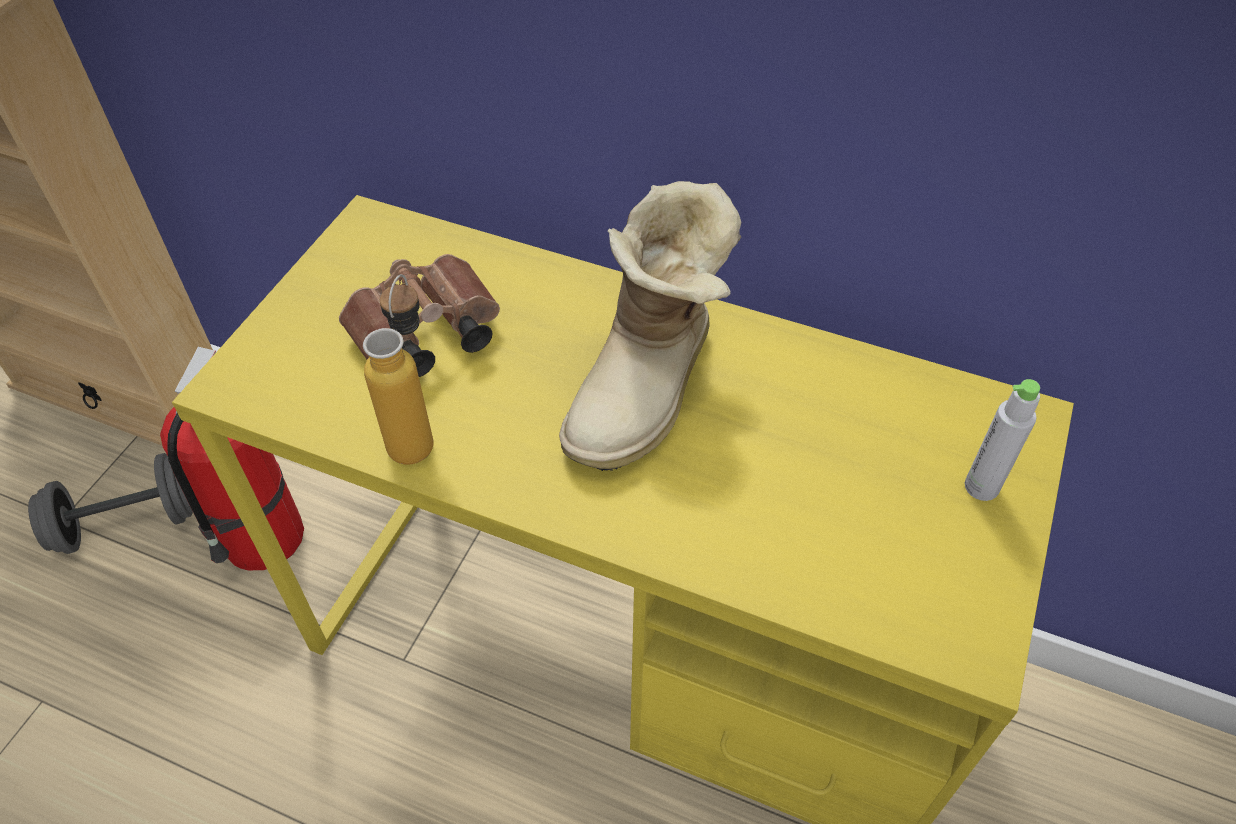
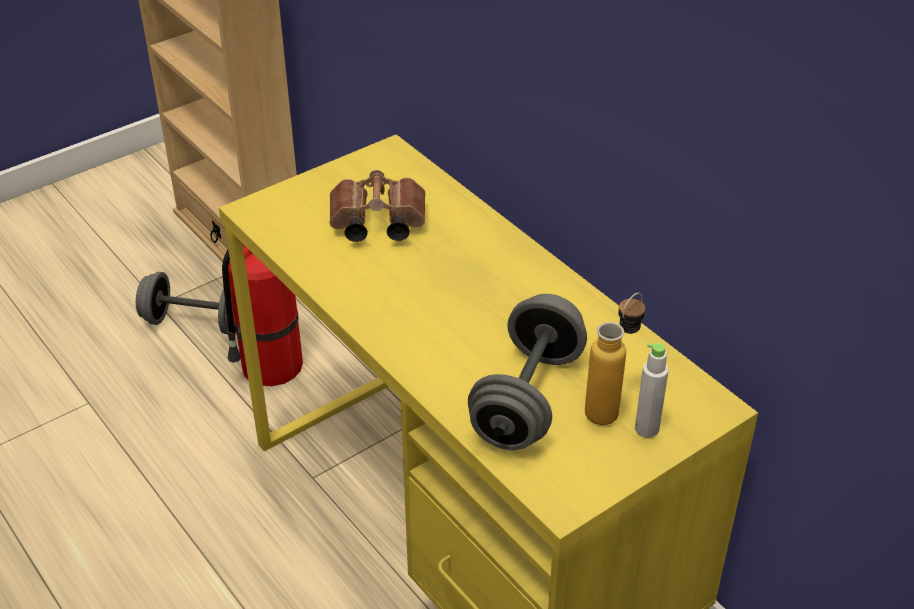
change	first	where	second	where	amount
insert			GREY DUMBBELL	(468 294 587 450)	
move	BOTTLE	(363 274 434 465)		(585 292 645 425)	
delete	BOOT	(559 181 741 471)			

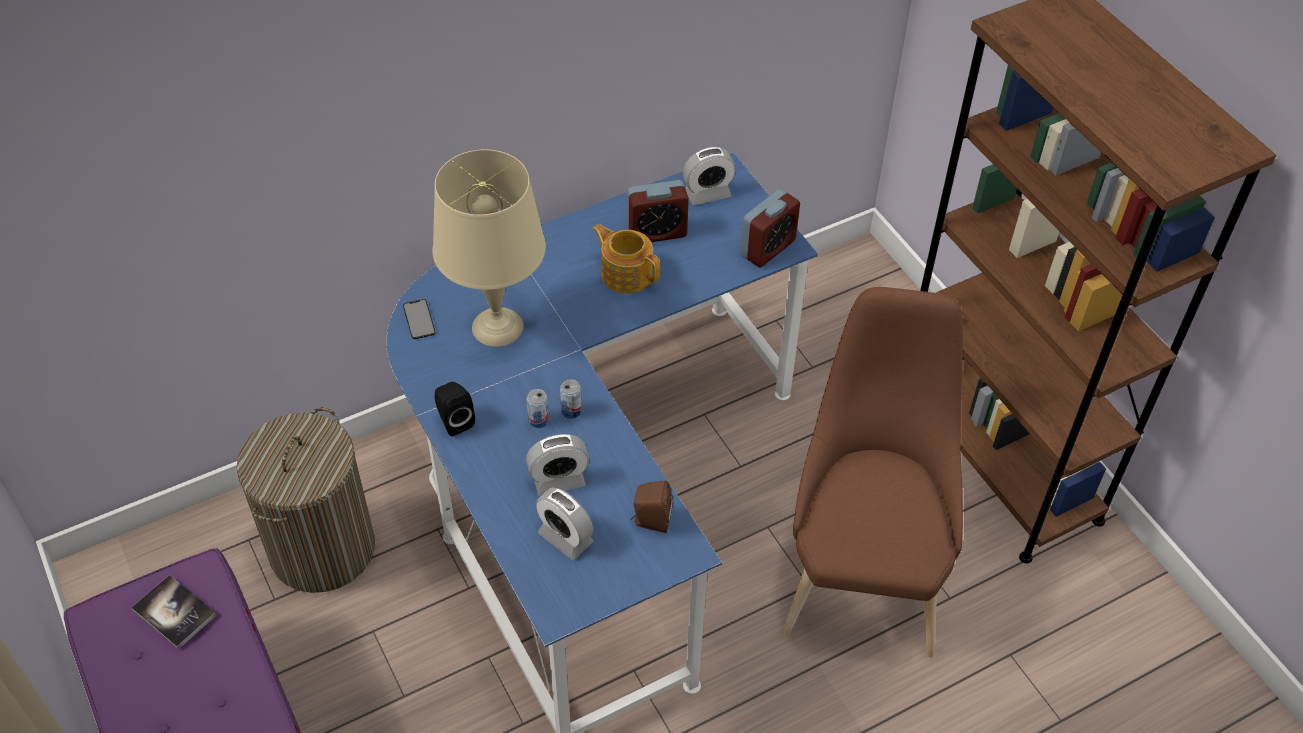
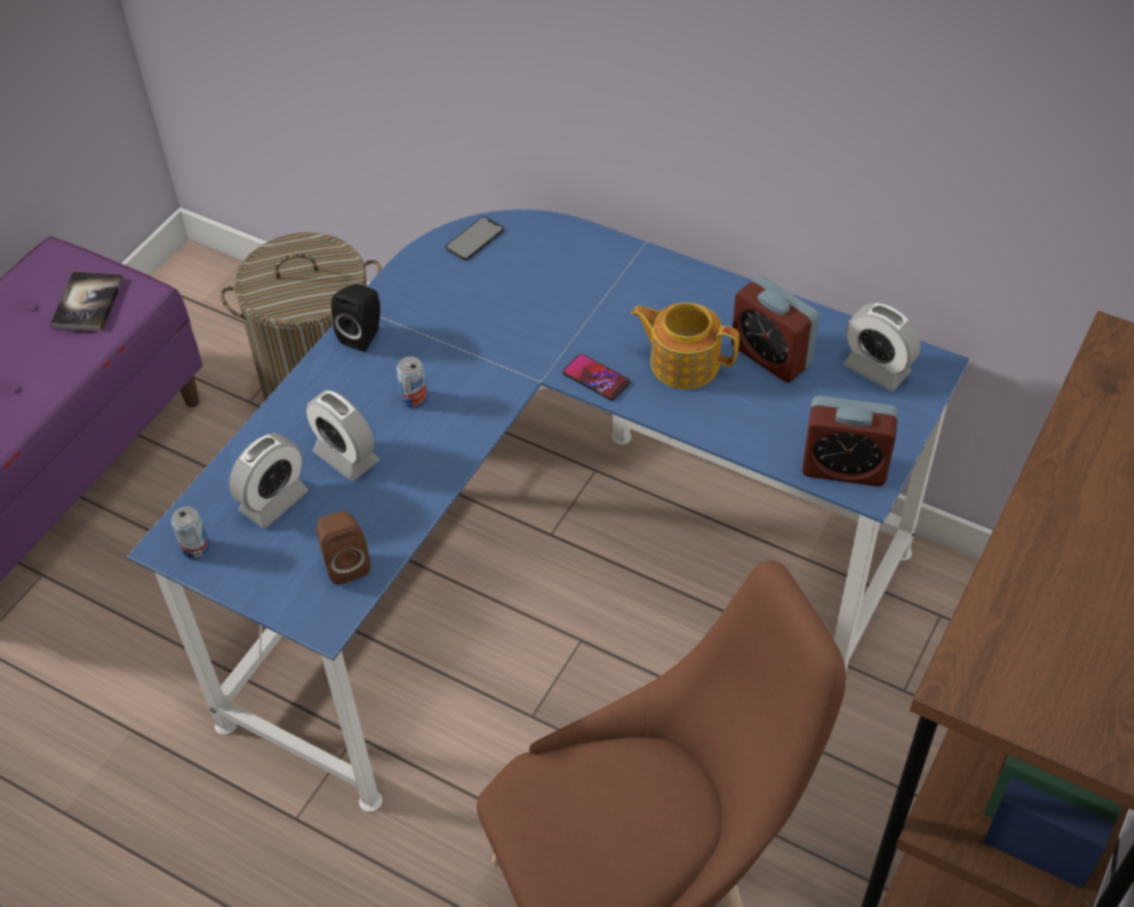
change	first	where	second	where	amount
move	CAN	(560 379 582 419)		(171 506 210 560)	
rotate	ALARM CLOCK	(536 488 593 560)		(229 433 308 528)	150 degrees counterclockwise
insert			PHONE	(563 354 630 401)	
rotate	TEAPOT	(593 224 660 294)		(631 303 739 389)	75 degrees counterclockwise
delete	BEIGE TABLE LAMP	(432 149 546 347)			

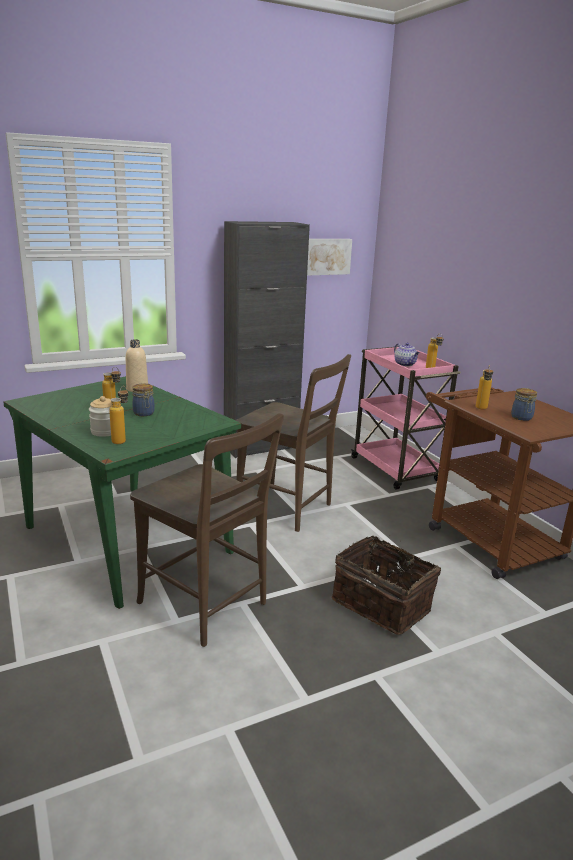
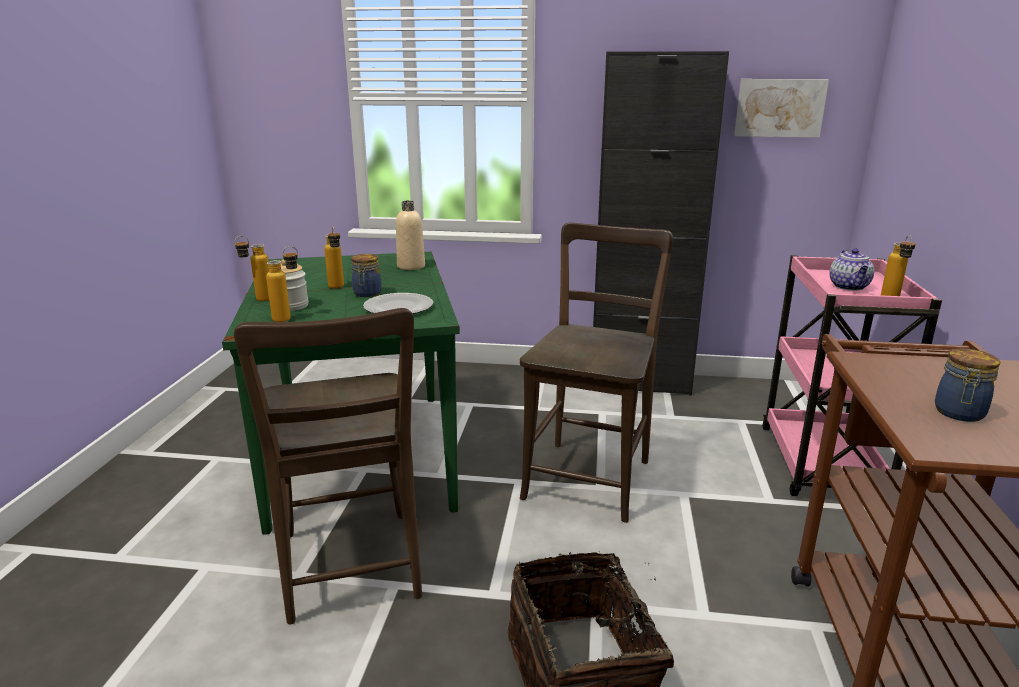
change	first	where	second	where	amount
move	BOTTLE	(476 365 493 410)		(234 236 269 301)	
insert			PLATE	(363 293 434 314)	
rotate	BROWN CHAIR	(236 354 351 532)		(520 223 673 523)	135 degrees counterclockwise

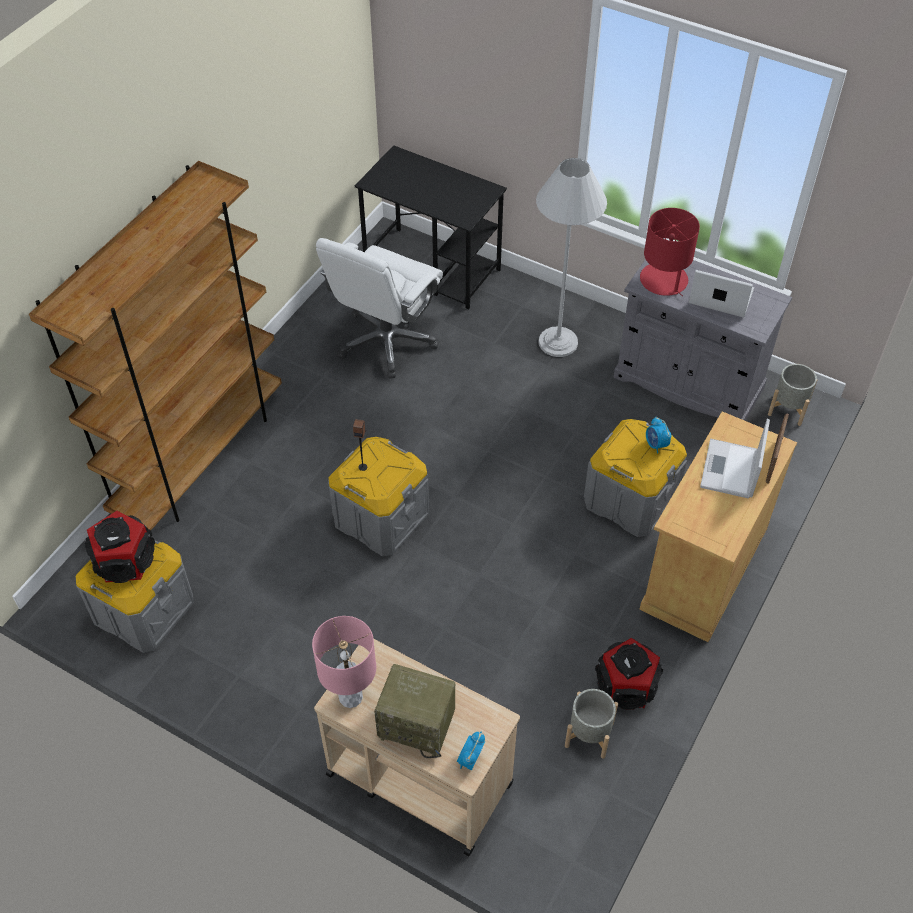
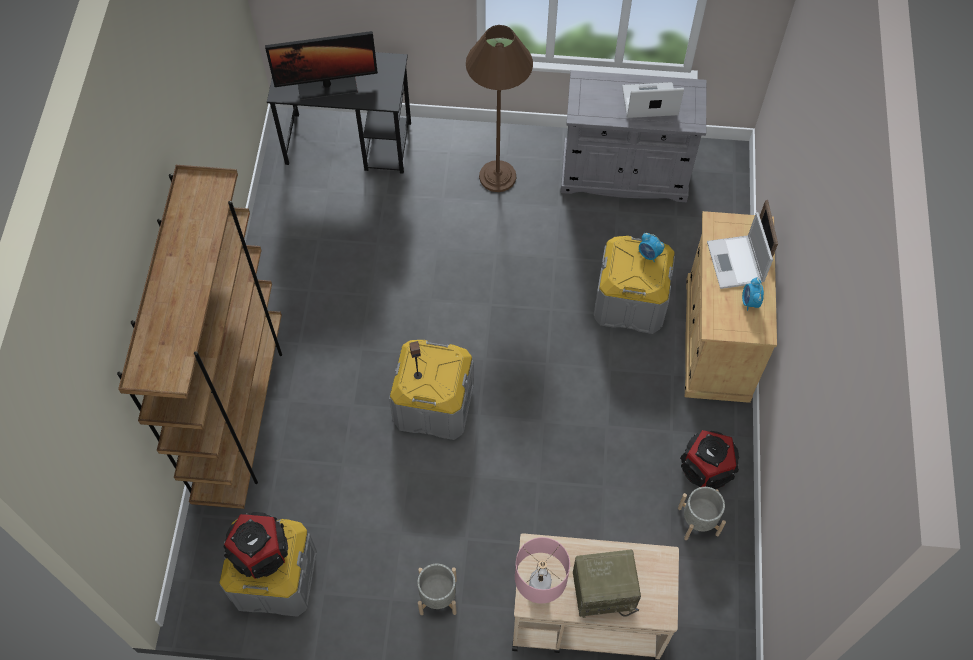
change	first	where	second	where	amount
insert			MONITOR	(265 31 378 100)	
move	GREY PLANTER	(768 364 817 426)		(417 564 457 615)	
recolor	WHITE FLOOR LAMP	(536 158 607 357)	BROWN FLOOR LAMP	(466 25 533 192)	
move	ALARM CLOCK	(457 732 485 771)		(742 277 764 311)	
delete	WHITE OFFICE CHAIR	(316 238 443 379)			
delete	RED TABLE LAMP	(640 208 700 296)			

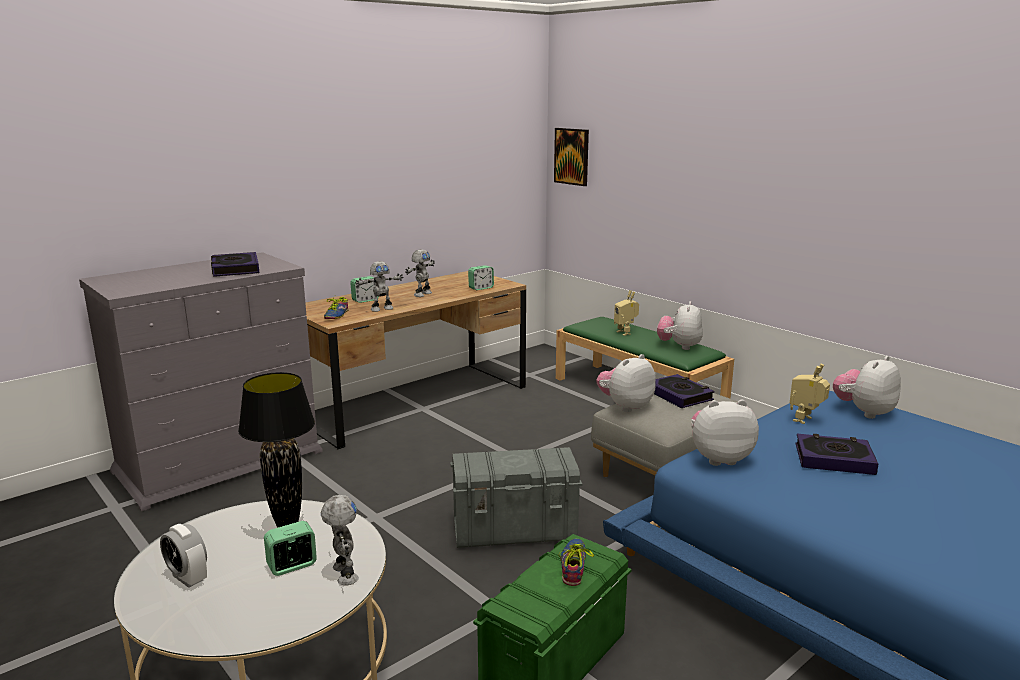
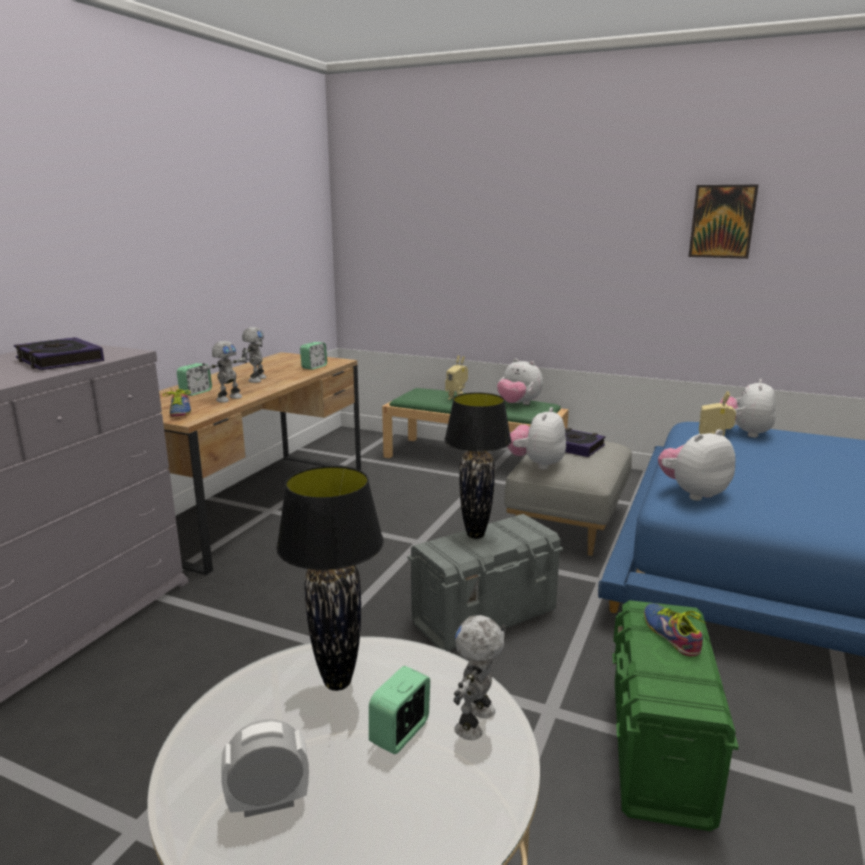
change	first	where	second	where	amount
rotate	ALARM CLOCK	(160 524 207 588)		(222 719 309 817)	150 degrees clockwise
insert			BLACK TABLE LAMP	(444 393 511 539)	
rotate	TOY ROBOT	(321 495 359 585)		(453 615 506 740)	105 degrees counterclockwise
rotate	PLUSH TOY	(657 301 703 350)		(497 359 543 405)	45 degrees counterclockwise
move	PICTURE	(554 128 589 186)		(688 185 759 259)	
delete	BOOK	(796 434 878 475)			

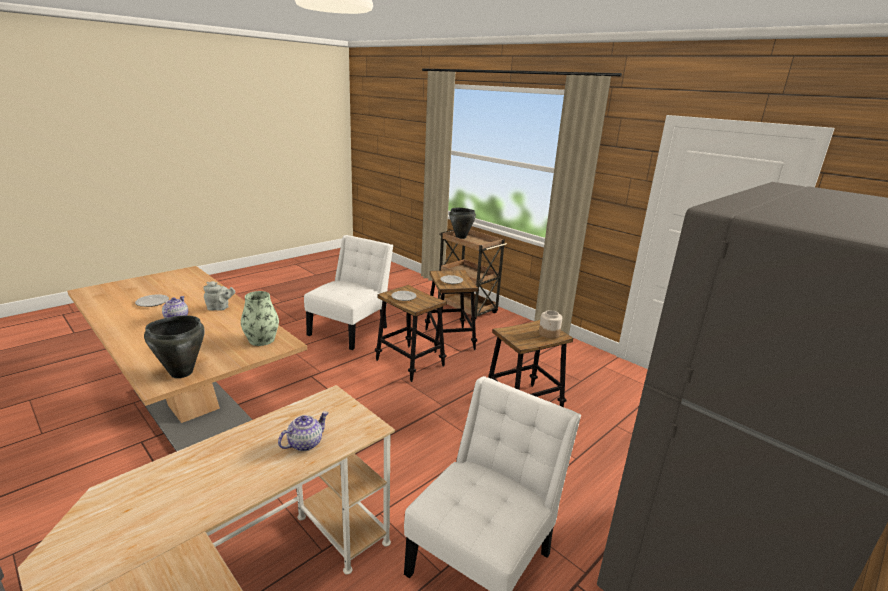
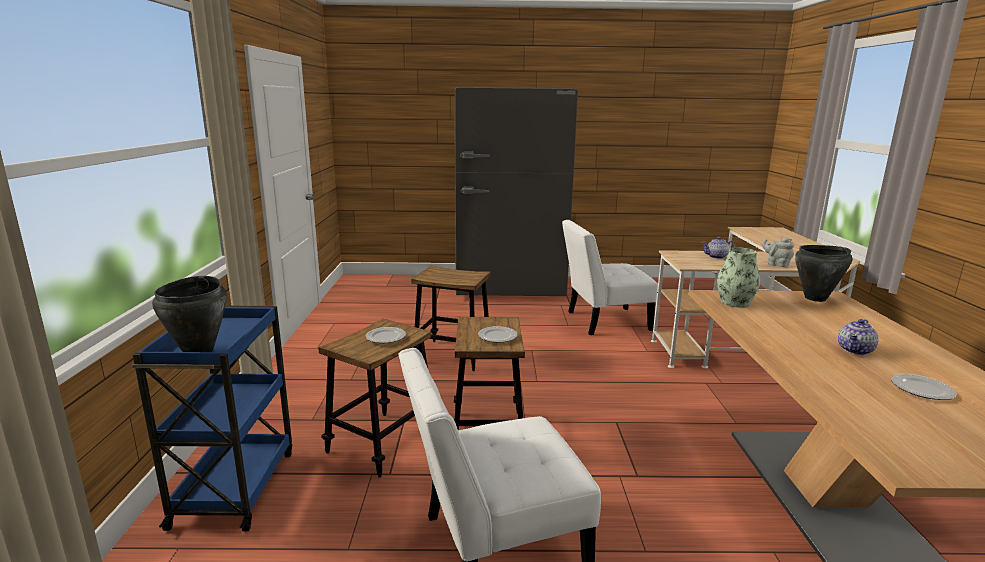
change	first	where	second	where	amount
recolor	BROWN CART	(438 229 507 321)	BLUE CART	(132 305 292 531)	
move	GREY TEAPOT	(203 281 235 311)		(762 237 794 267)	
delete	JAR	(539 310 562 338)			

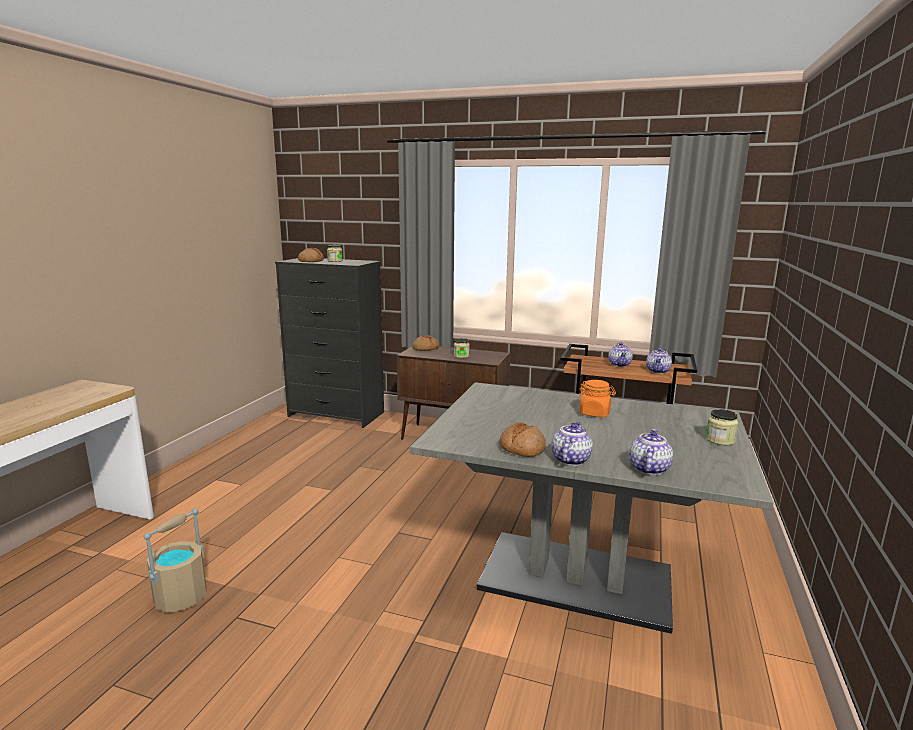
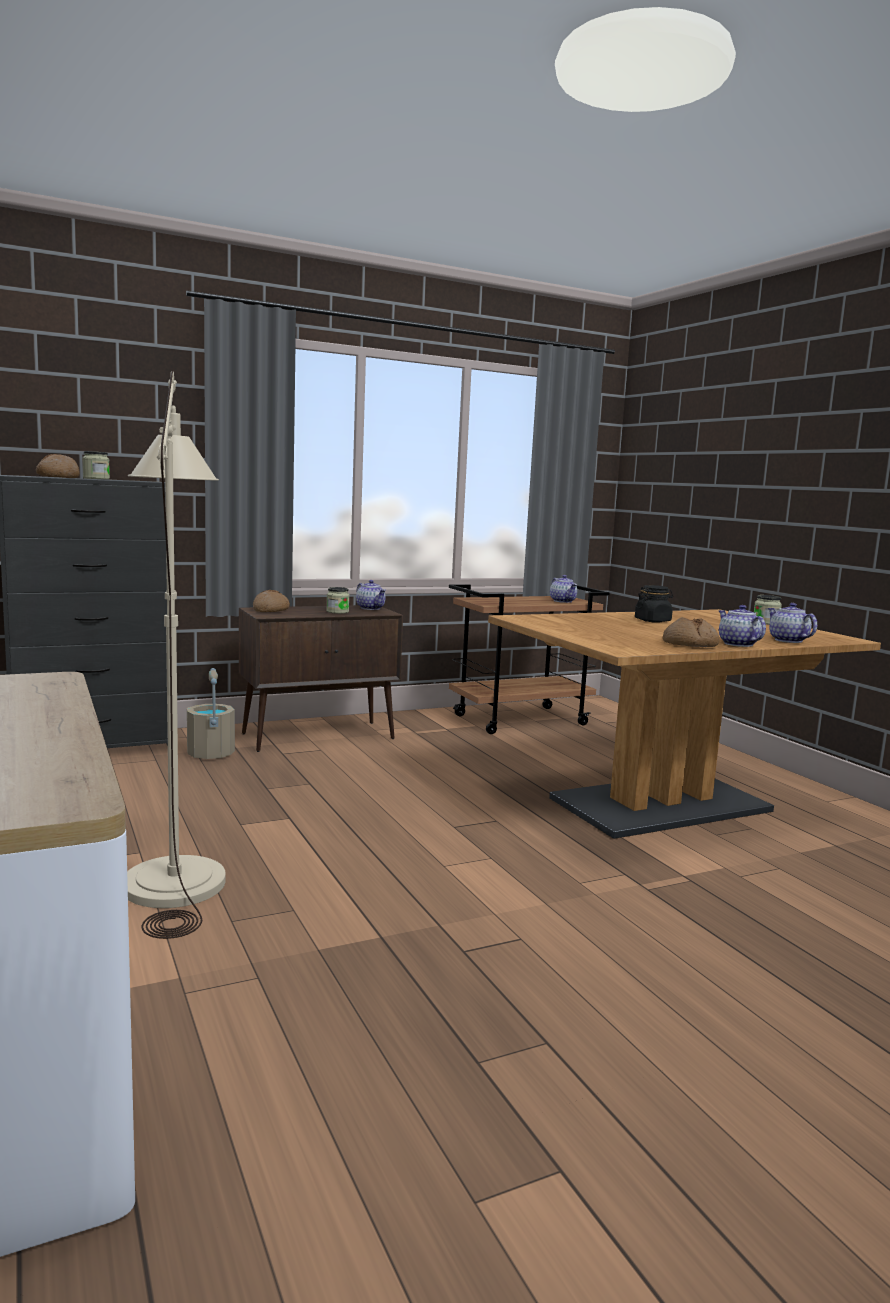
change	first	where	second	where	amount
insert			BEIGE FLOOR LAMP	(127 371 226 939)	
move	BEIGE BUCKET	(144 508 206 613)		(187 668 235 759)	
move	TEAPOT	(608 342 633 367)		(356 580 386 610)	
recolor	GREY DINING TABLE	(410 382 774 634)	BROWN DINING TABLE	(488 609 881 839)	
recolor	ORANGE JAR	(578 380 616 417)	BLACK JAR	(635 585 673 623)	

